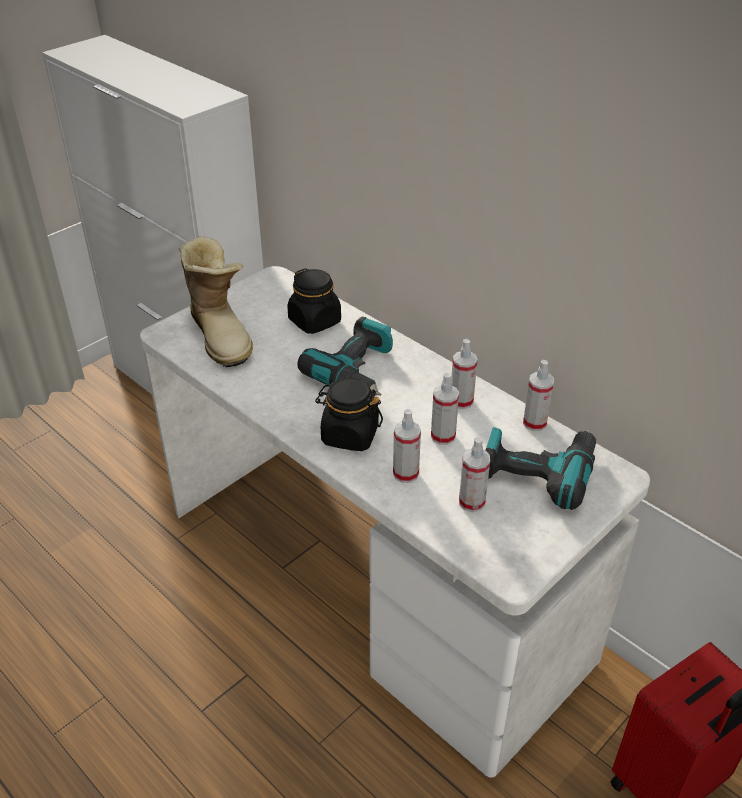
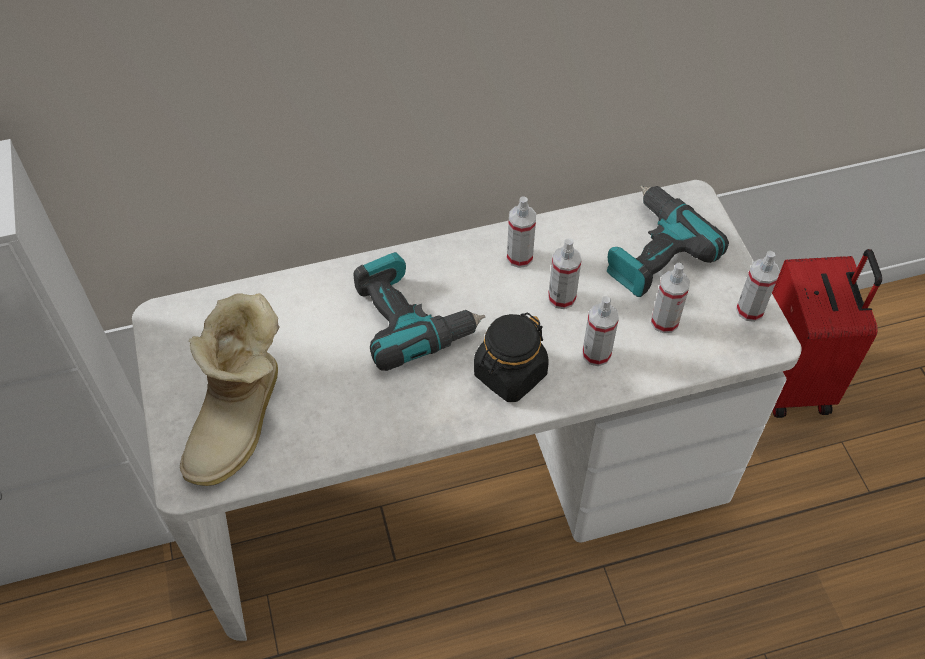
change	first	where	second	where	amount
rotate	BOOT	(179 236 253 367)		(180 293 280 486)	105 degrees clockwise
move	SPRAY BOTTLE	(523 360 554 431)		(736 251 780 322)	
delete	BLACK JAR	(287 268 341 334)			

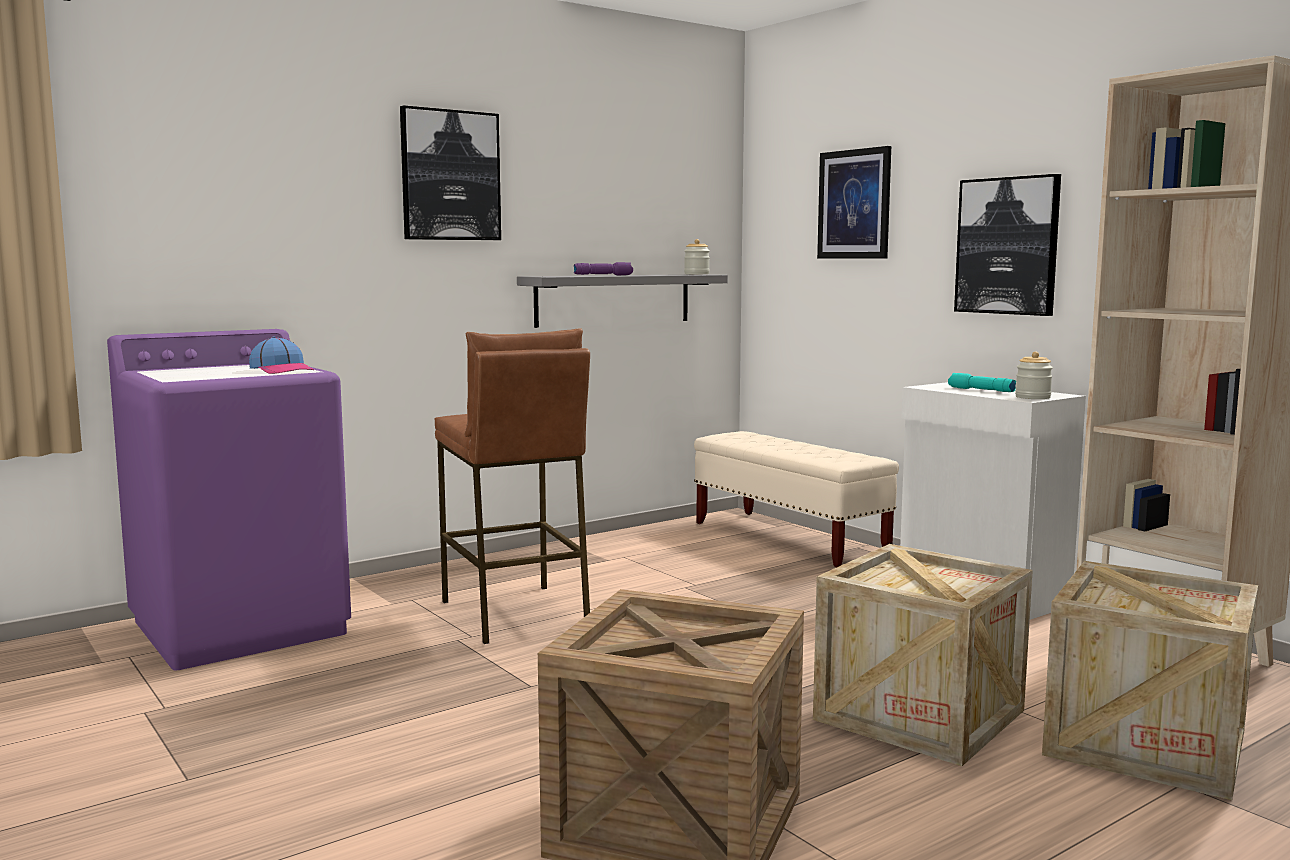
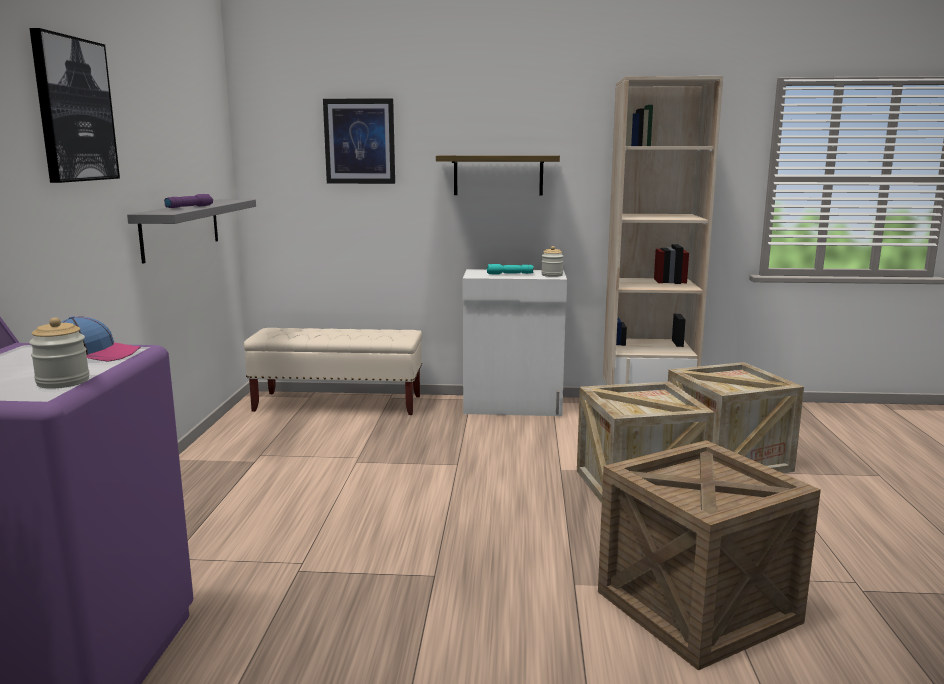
change	first	where	second	where	amount
move	JAR	(684 239 710 274)		(29 317 90 389)	
replace	PICTURE	(954 174 1061 316)	SHELF	(436 155 560 195)	
delete	BROWN STOOL	(435 328 590 644)			

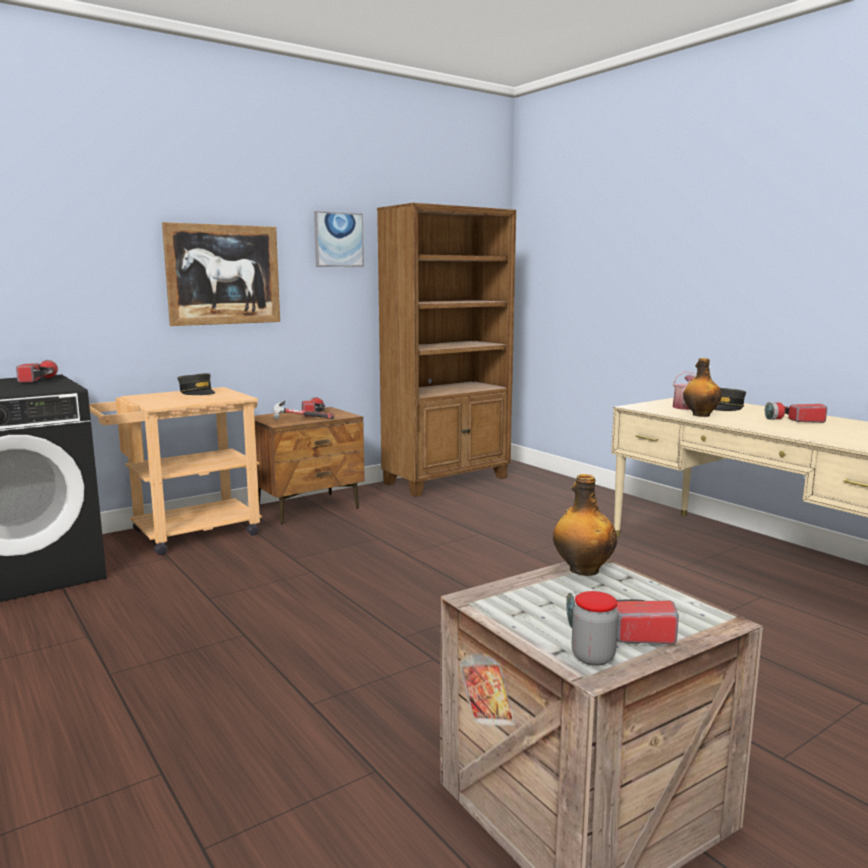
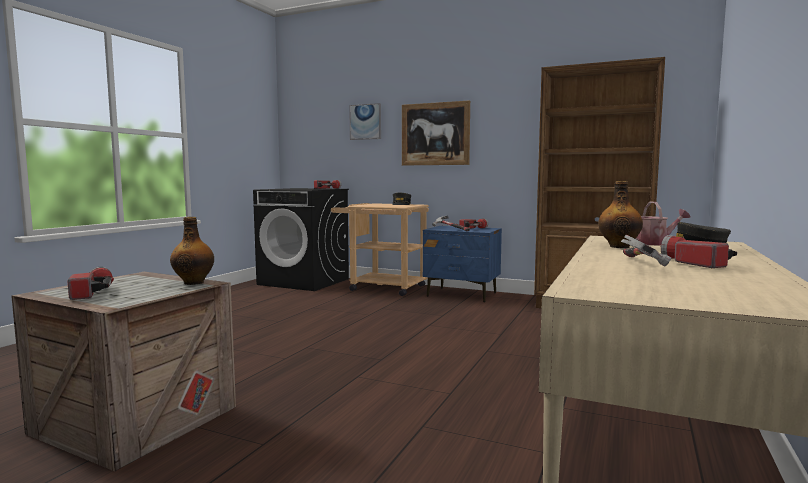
change	first	where	second	where	amount
move	PICTURE	(314 211 364 267)		(349 103 381 140)	
recolor	BROWN NIGHTSTAND	(254 407 365 524)	BLUE NIGHTSTAND	(423 226 502 302)	
insert			HAMMER	(621 235 671 267)	
delete	JAR	(572 591 618 666)			

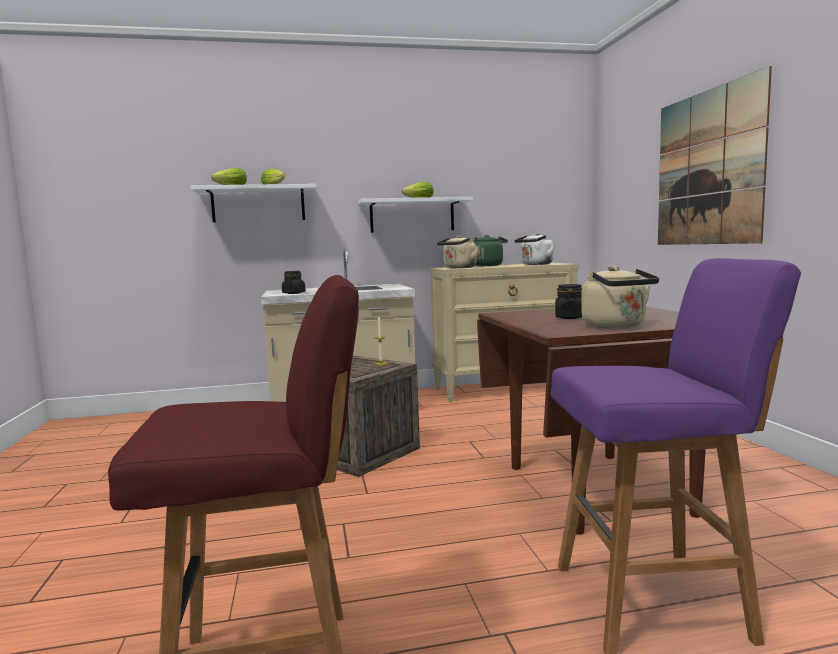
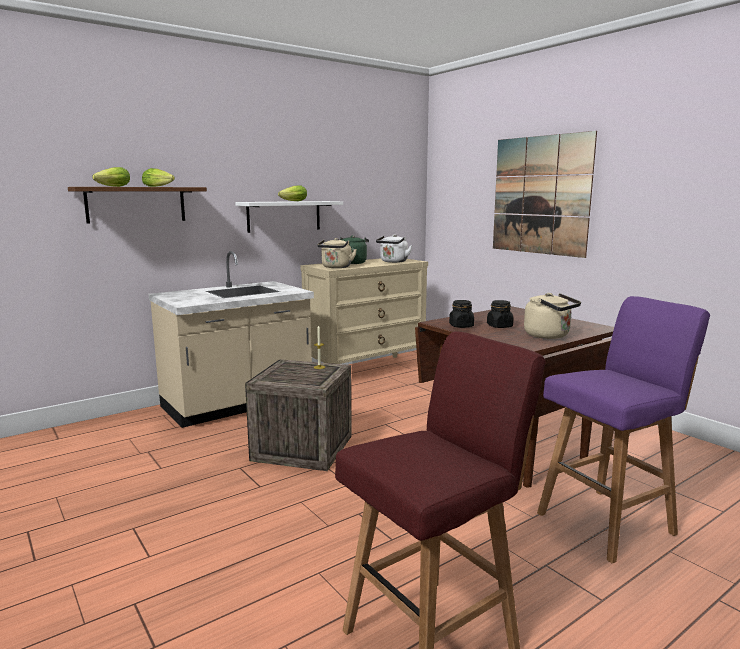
change	first	where	second	where	amount
recolor	WHITE SHELF	(191 184 316 222)	BROWN SHELF	(68 187 207 224)	
move	BLACK JAR	(282 271 306 294)		(449 300 474 328)	

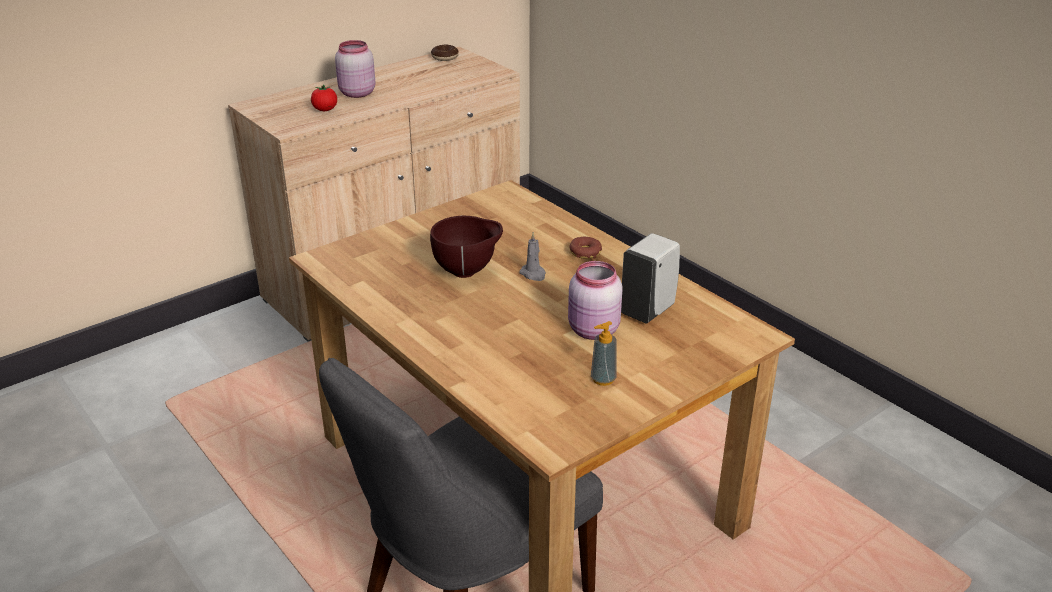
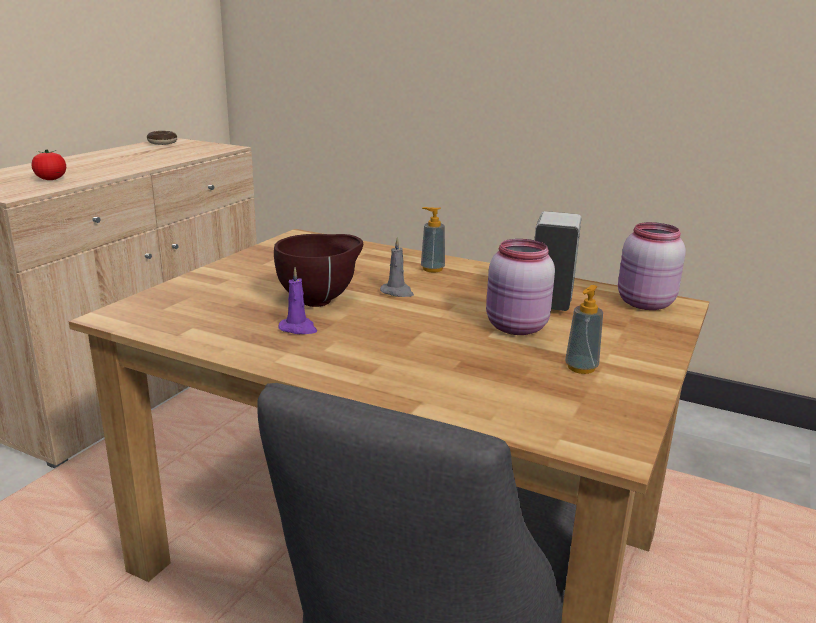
change	first	where	second	where	amount
insert			PURPLE CANDLE	(278 267 317 334)	
replace	DONUT	(569 237 602 259)	SOAP DISPENSER	(421 207 445 273)	
move	PINK JAR	(335 40 376 98)		(618 222 686 310)	

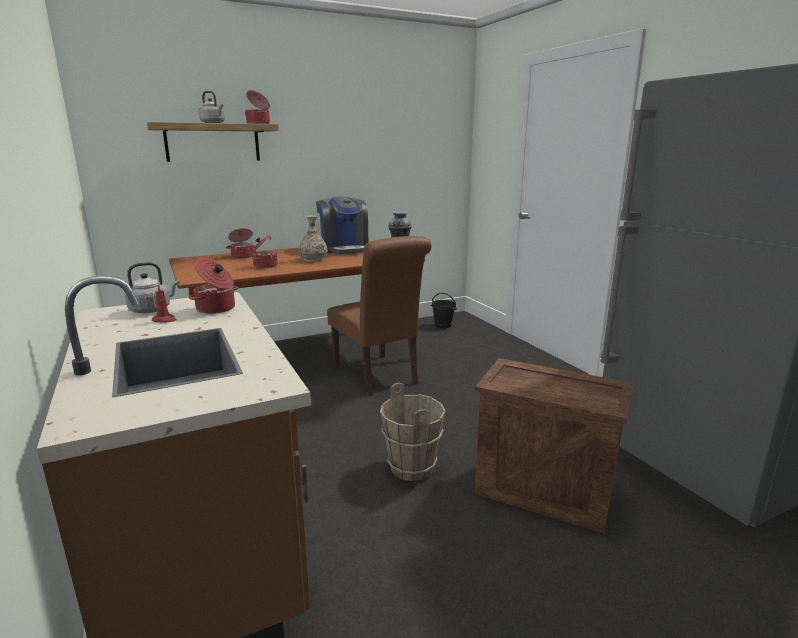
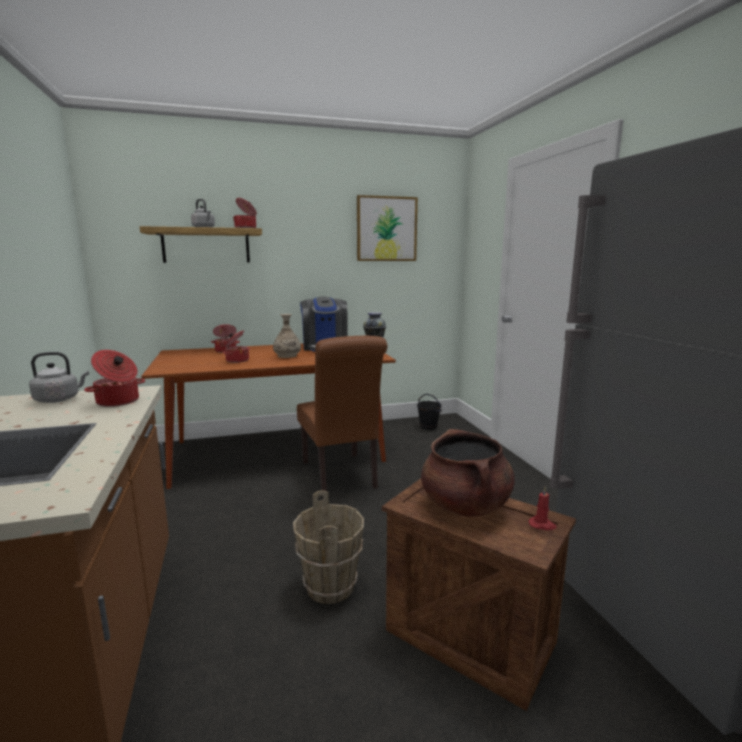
change	first	where	second	where	amount
insert			PICTURE	(357 195 418 261)	
insert			BROWN COOKING POT	(421 429 515 517)	
move	RED CANDLE	(152 283 177 323)		(529 486 557 530)	

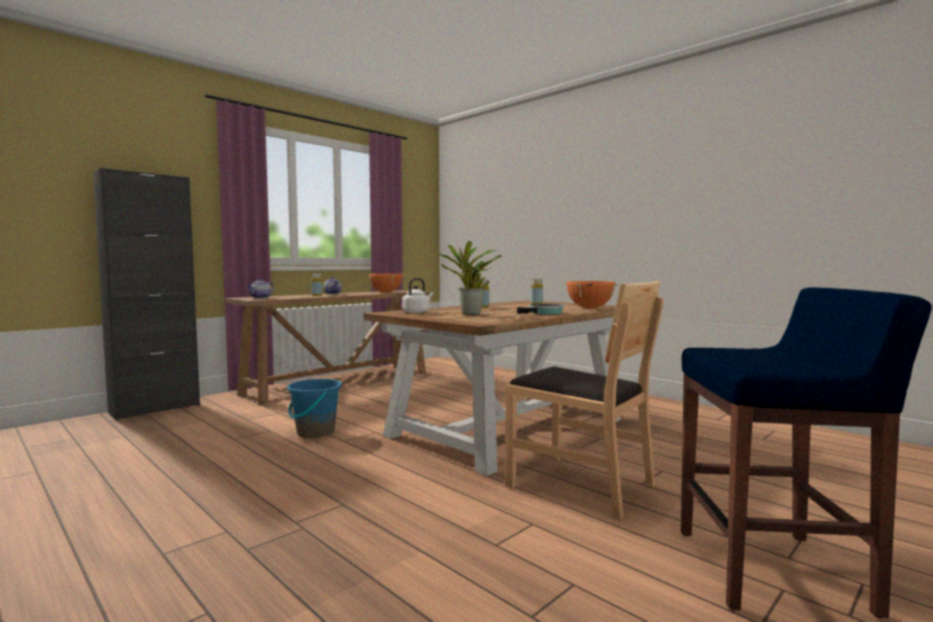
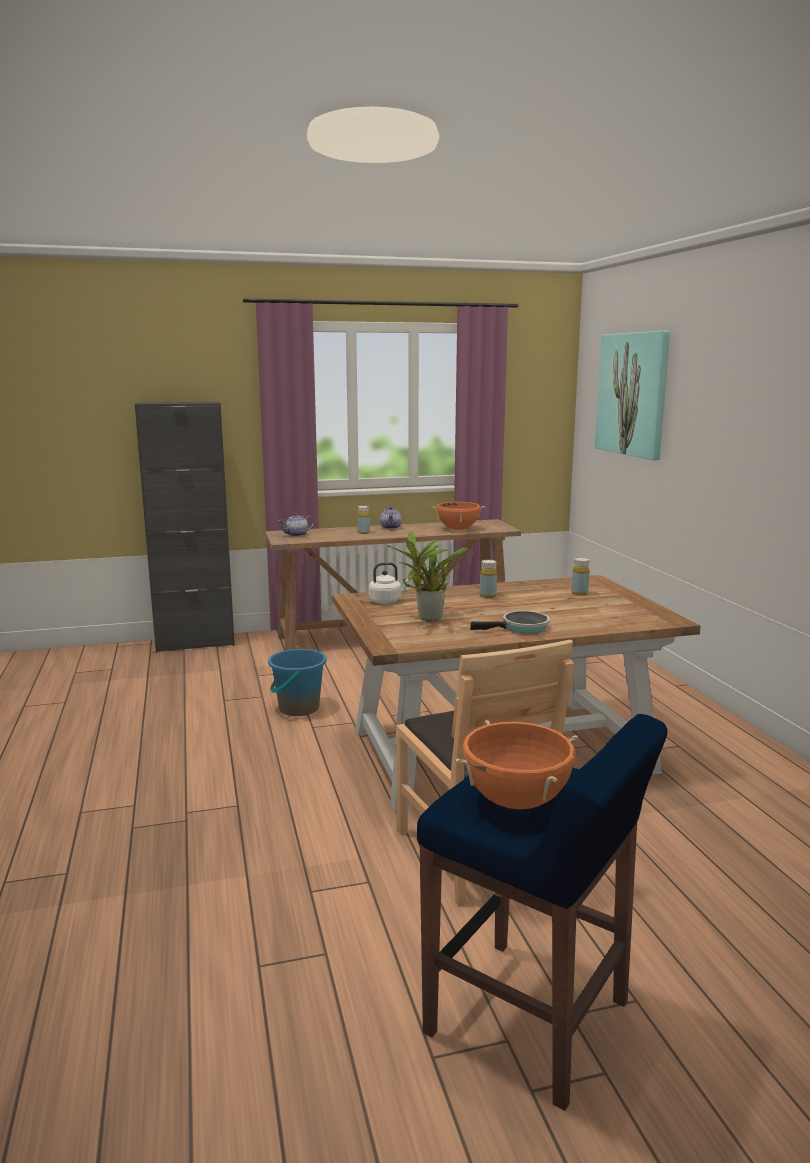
change	first	where	second	where	amount
move	ORANGE COOKING POT	(564 281 619 309)		(455 720 578 809)	
insert			PICTURE	(595 331 670 460)	

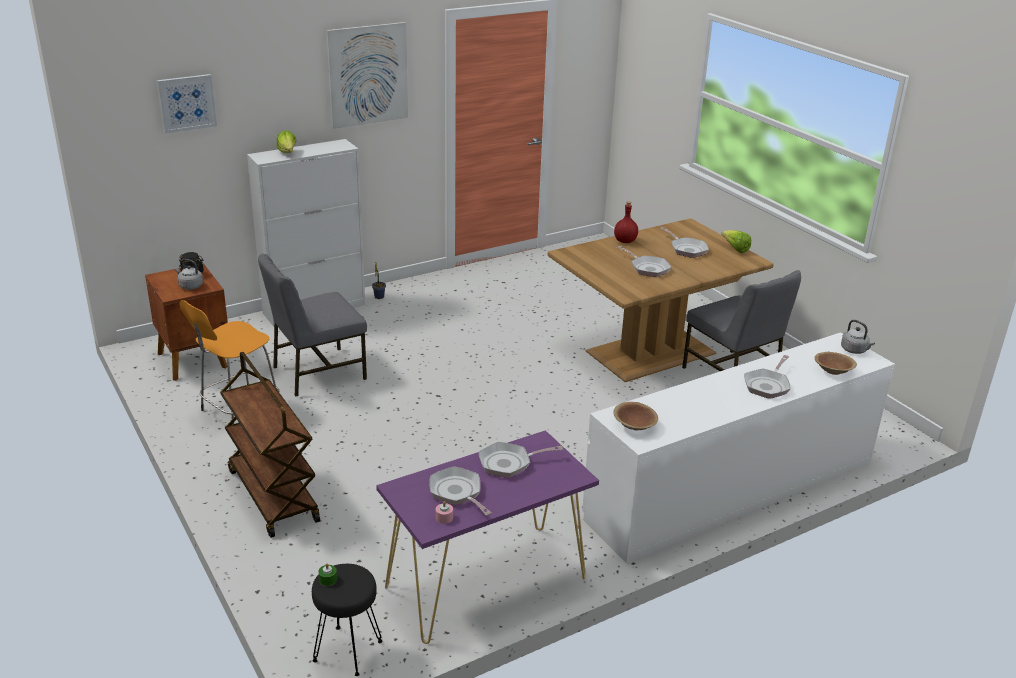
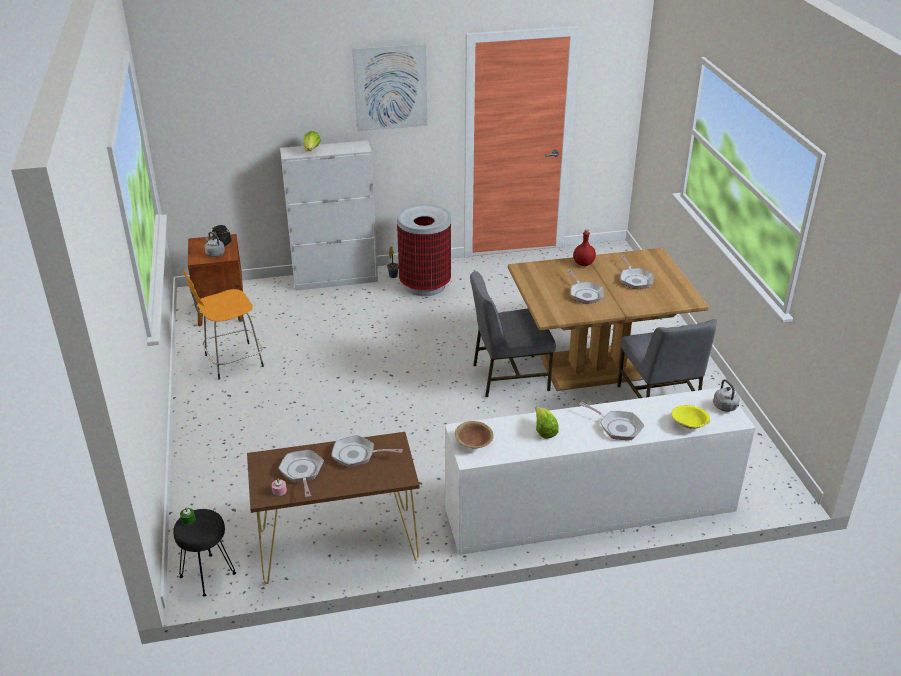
change	first	where	second	where	amount
recolor	PURPLE CONSOLE TABLE	(376 430 599 644)	BROWN CONSOLE TABLE	(247 432 419 584)	
insert			TRASH CAN	(397 204 451 296)	
move	GREY CHAIR	(258 254 367 397)		(470 271 556 397)	
move	LETTUCE	(721 230 751 253)		(535 407 559 439)	
rotate	FRYING PAN	(744 355 791 399)		(579 402 644 440)	105 degrees counterclockwise
recolor	BROWN BOWL	(815 352 857 375)	YELLOW BOWL	(672 405 710 429)	
delete	PICTURE	(157 74 217 134)			
delete	BROWN CART	(220 352 320 538)			

